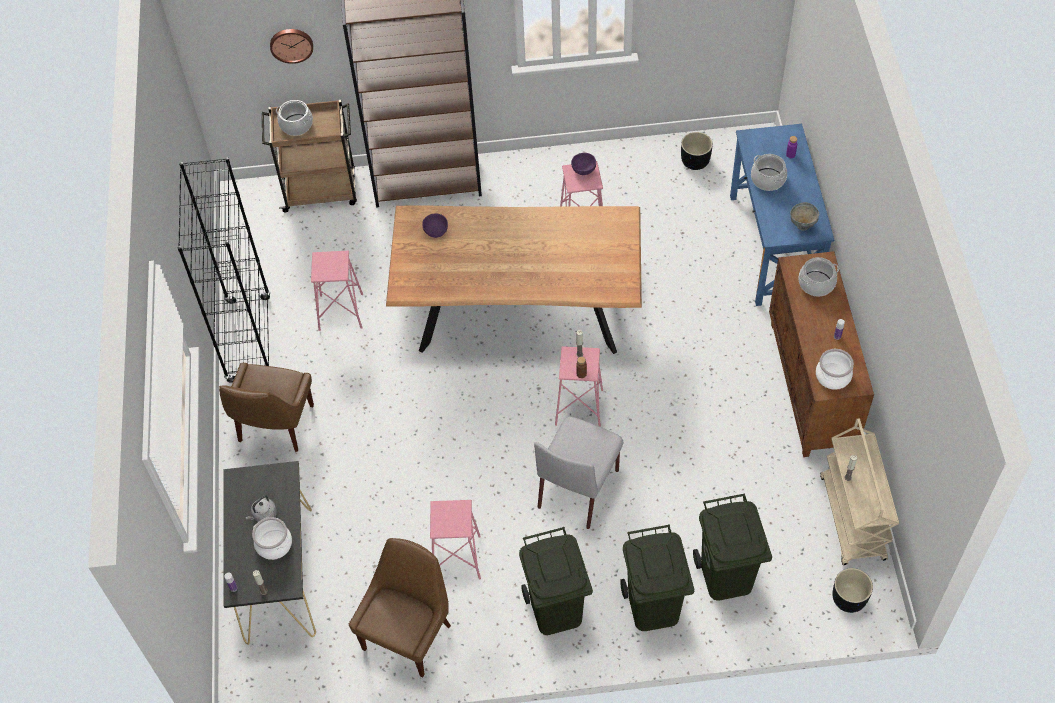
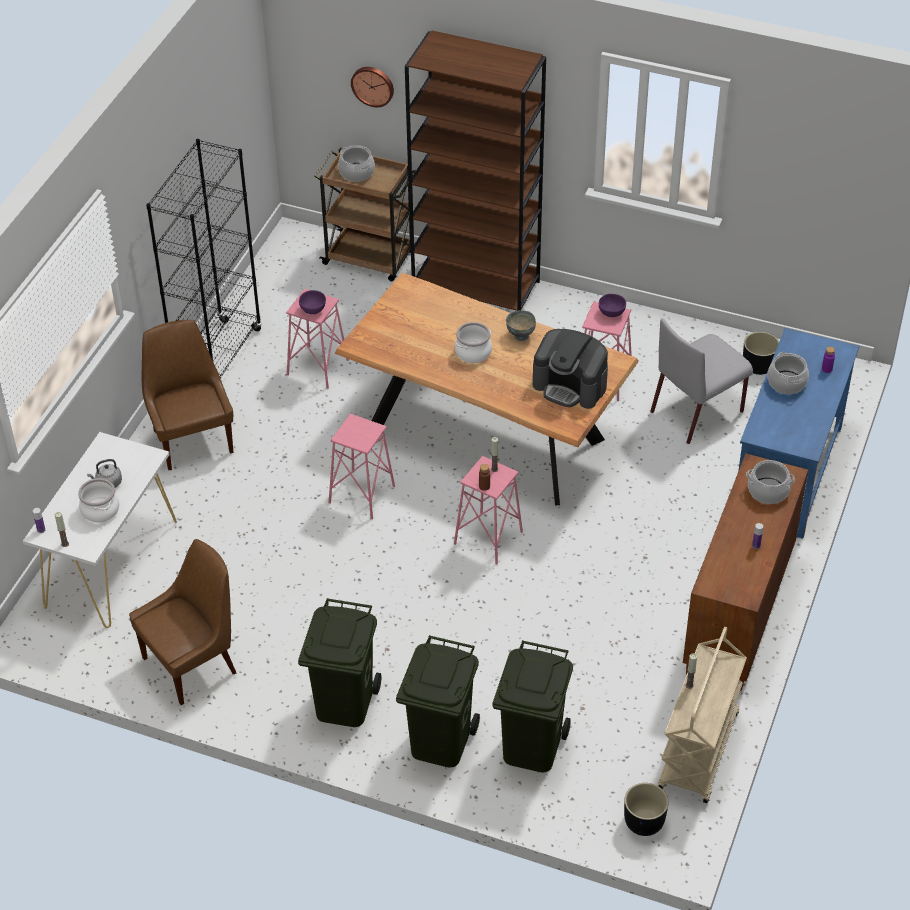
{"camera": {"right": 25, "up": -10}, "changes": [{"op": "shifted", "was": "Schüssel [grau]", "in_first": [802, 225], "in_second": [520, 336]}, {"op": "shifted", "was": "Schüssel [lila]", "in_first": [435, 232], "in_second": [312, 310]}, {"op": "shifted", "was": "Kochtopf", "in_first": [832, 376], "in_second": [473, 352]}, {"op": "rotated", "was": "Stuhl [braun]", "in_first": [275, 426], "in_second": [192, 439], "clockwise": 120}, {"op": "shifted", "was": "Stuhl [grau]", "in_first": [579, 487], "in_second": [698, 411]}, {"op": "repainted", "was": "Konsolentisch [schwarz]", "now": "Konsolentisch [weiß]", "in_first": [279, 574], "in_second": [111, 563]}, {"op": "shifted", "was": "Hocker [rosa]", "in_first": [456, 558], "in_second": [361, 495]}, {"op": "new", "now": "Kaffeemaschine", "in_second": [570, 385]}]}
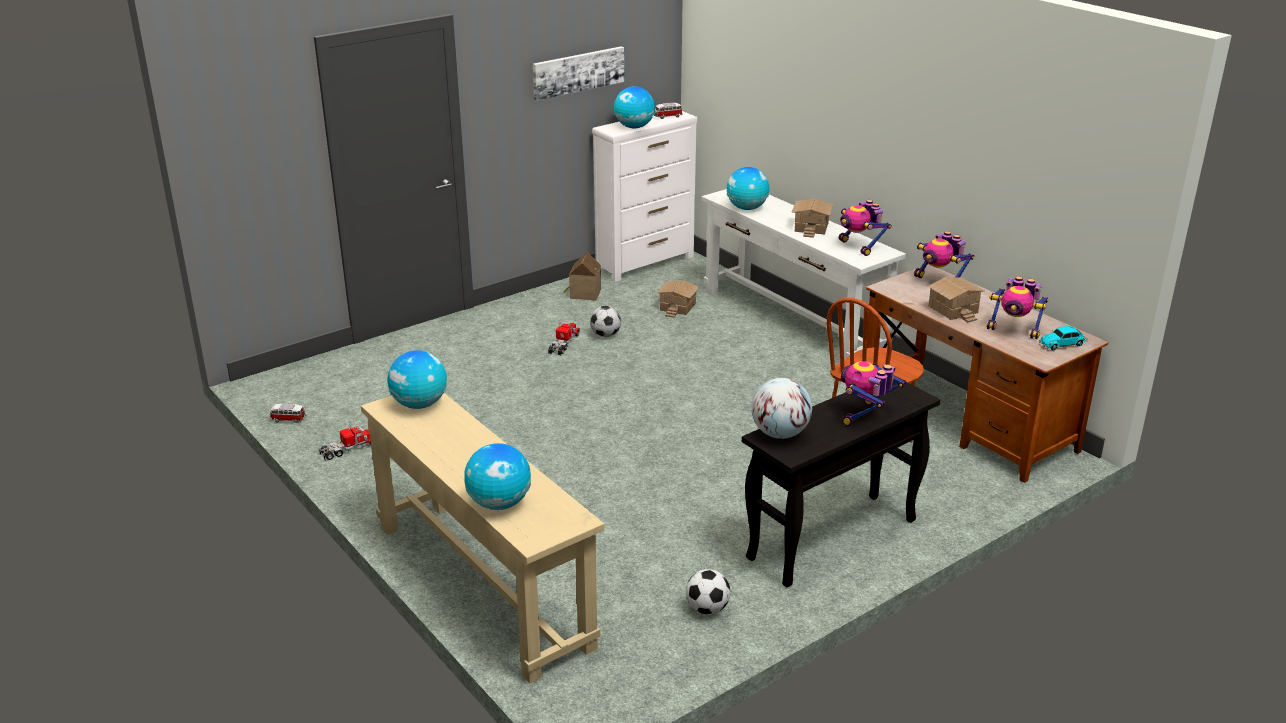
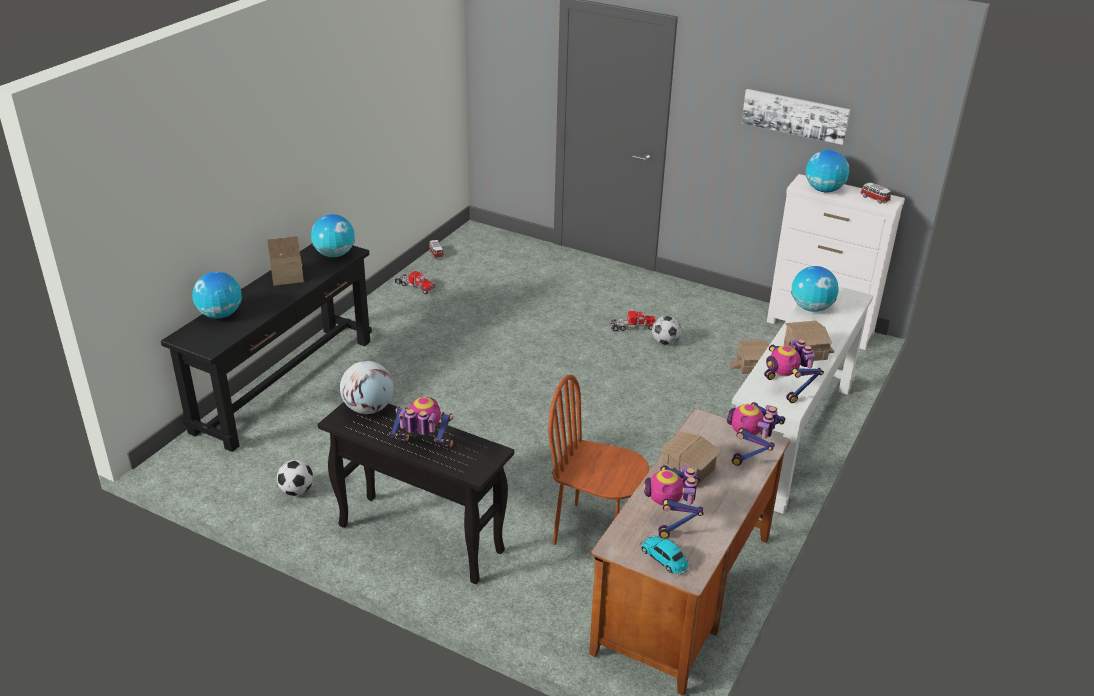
{"camera": {"right": 65, "up": 5}, "changes": [{"op": "rotated", "was": "Spielzeugroboter", "in_first": [859, 247], "in_second": [786, 388], "clockwise": -60}, {"op": "shifted", "was": "Spielzeughaus", "in_first": [583, 294], "in_second": [286, 275]}, {"op": "repainted", "was": "Konsolentisch [beige]", "now": "Konsolentisch [schwarz]", "in_first": [482, 584], "in_second": [285, 385]}]}
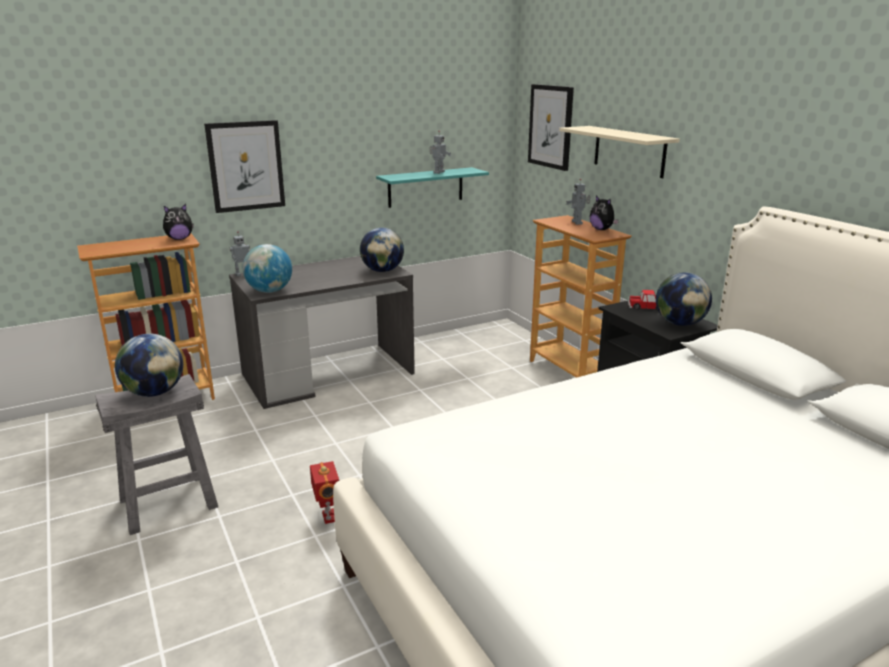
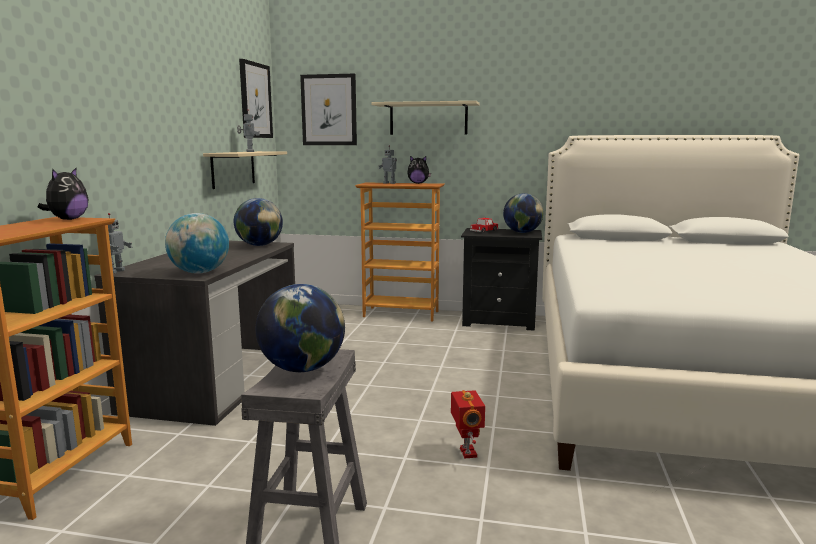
{"camera": {"right": -50, "up": -10}, "changes": [{"op": "shifted", "was": "Bild", "in_first": [246, 166], "in_second": [255, 100]}, {"op": "repainted", "was": "Wandregal [türkis]", "now": "Wandregal [beige]", "in_first": [425, 187], "in_second": [233, 169]}, {"op": "rotated", "was": "Spielzeugroboter", "in_first": [328, 517], "in_second": [466, 452], "clockwise": 60}]}
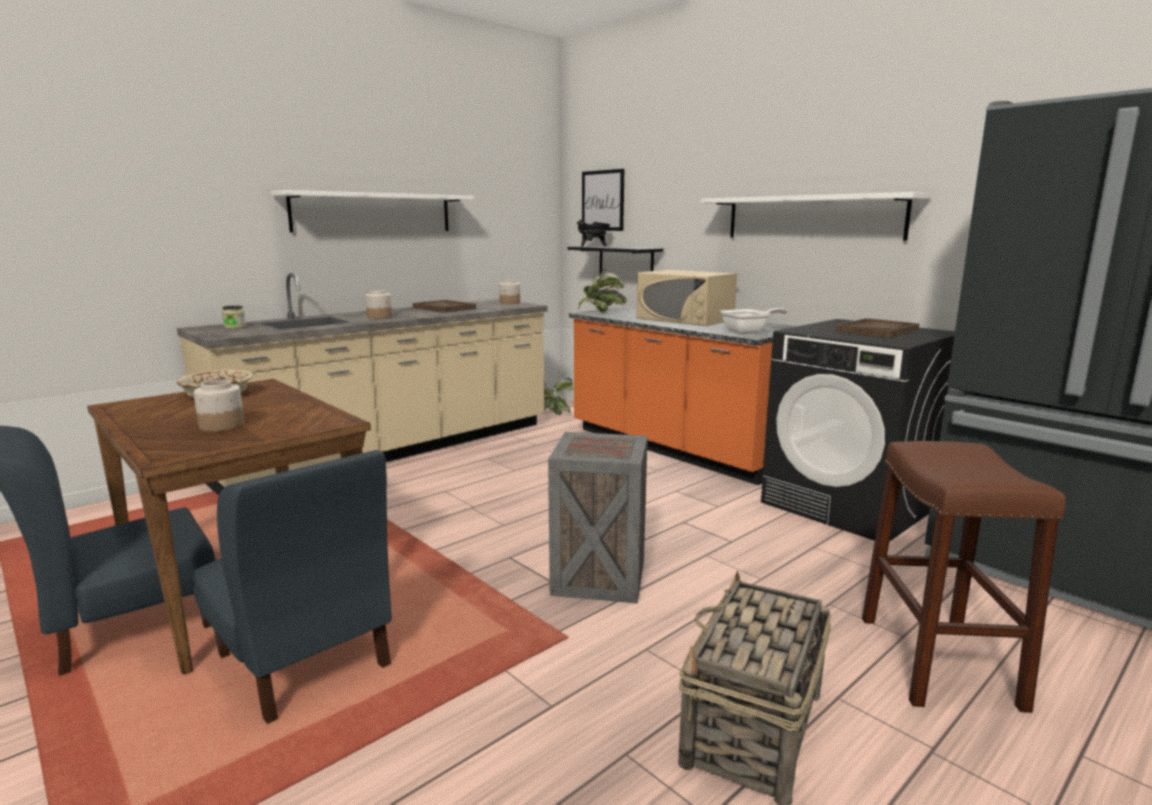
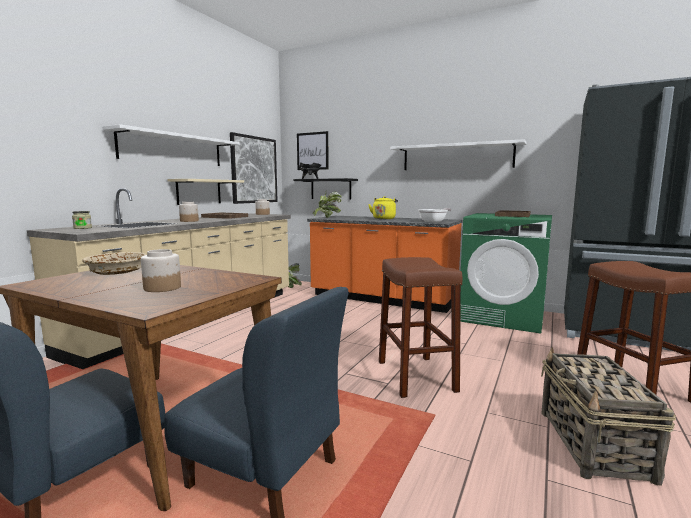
{"camera": {"right": -20, "up": -5}, "changes": [{"op": "swapped", "was": "Mikrowelle [beige]", "now": "Wasserkessel [gelb]", "in_first": [685, 319], "in_second": [384, 218]}, {"op": "repainted", "was": "Waschmaschine [schwarz]", "now": "Waschmaschine [grün]", "in_first": [849, 505], "in_second": [503, 317]}, {"op": "swapped", "was": "Kiste", "now": "Hocker [braun]", "in_first": [600, 578], "in_second": [416, 376]}, {"op": "new", "now": "Bild", "in_second": [254, 170]}, {"op": "new", "now": "Wandregal [beige]", "in_second": [199, 192]}]}
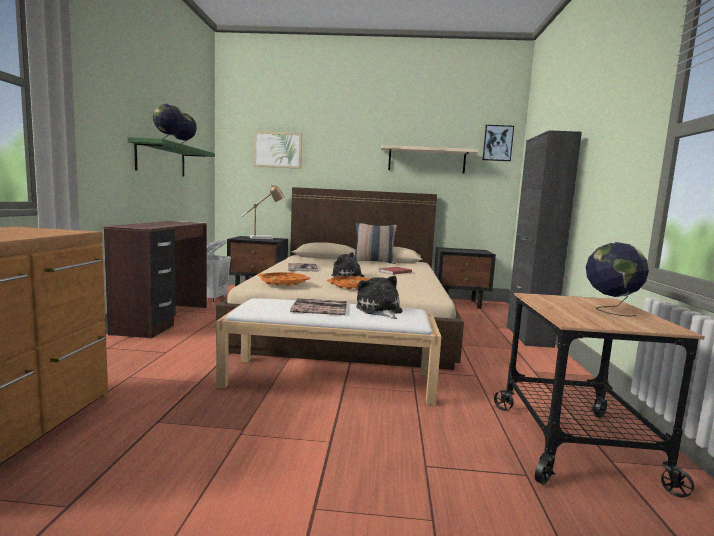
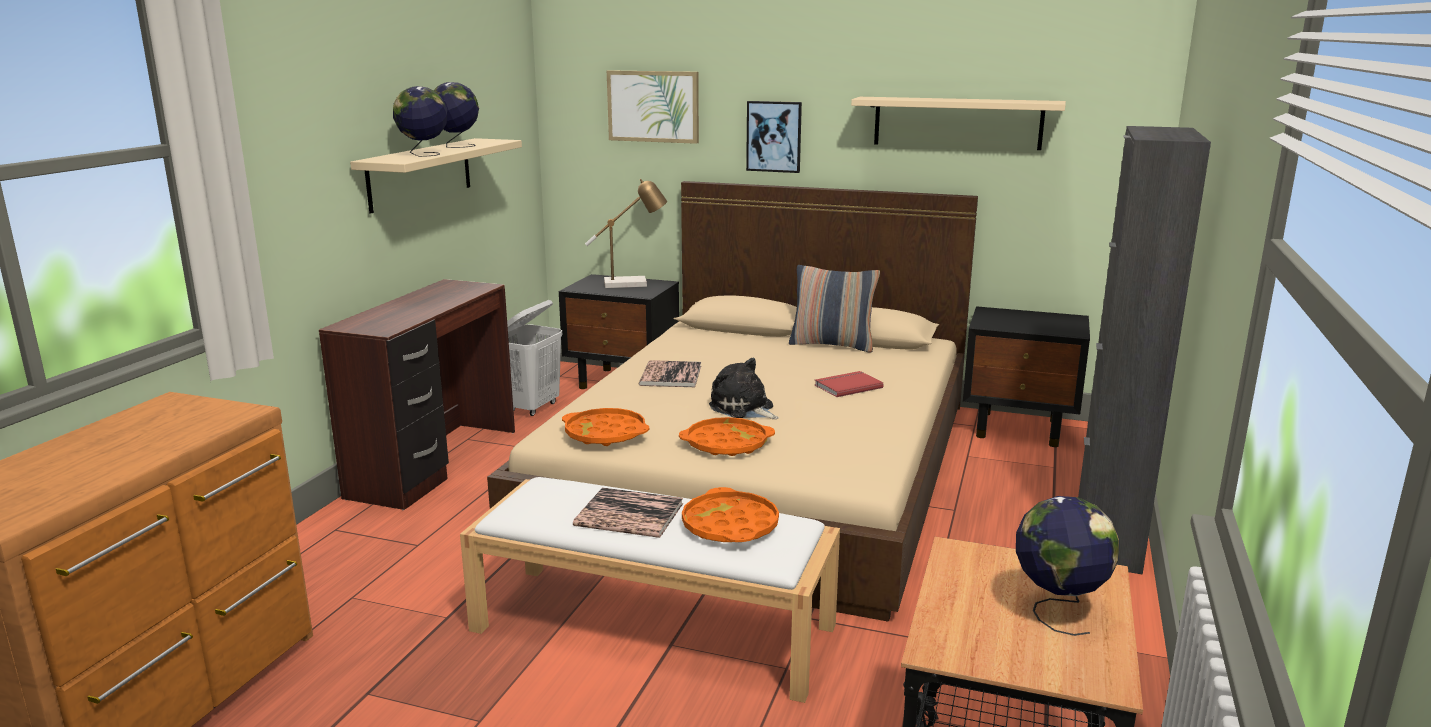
{"camera": {"right": 15, "up": 10}, "changes": [{"op": "shifted", "was": "Bild", "in_first": [497, 143], "in_second": [774, 136]}, {"op": "repainted", "was": "Wandregal [grün]", "now": "Wandregal [beige]", "in_first": [161, 159], "in_second": [420, 174]}, {"op": "swapped", "was": "Plüschtier", "now": "Tablett [orange]", "in_first": [379, 310], "in_second": [730, 525]}]}
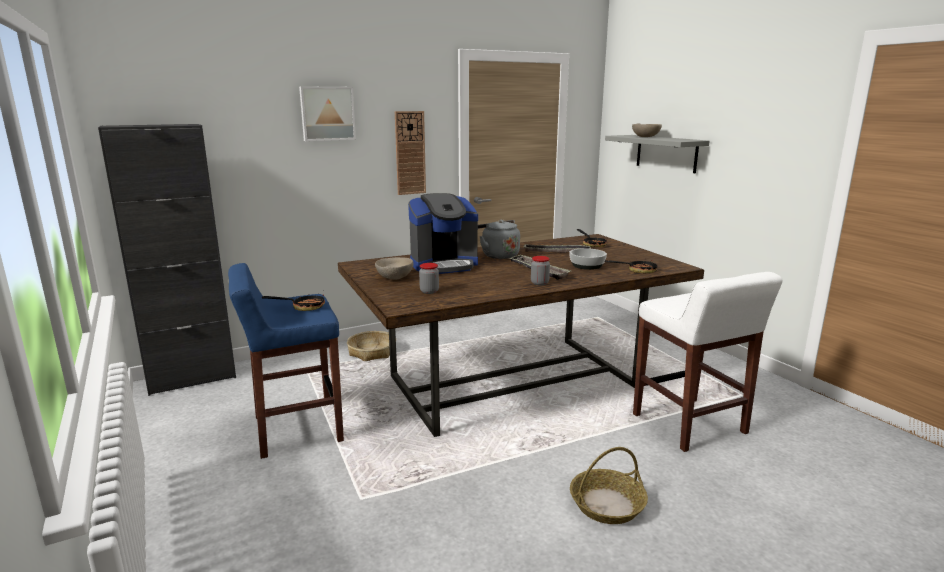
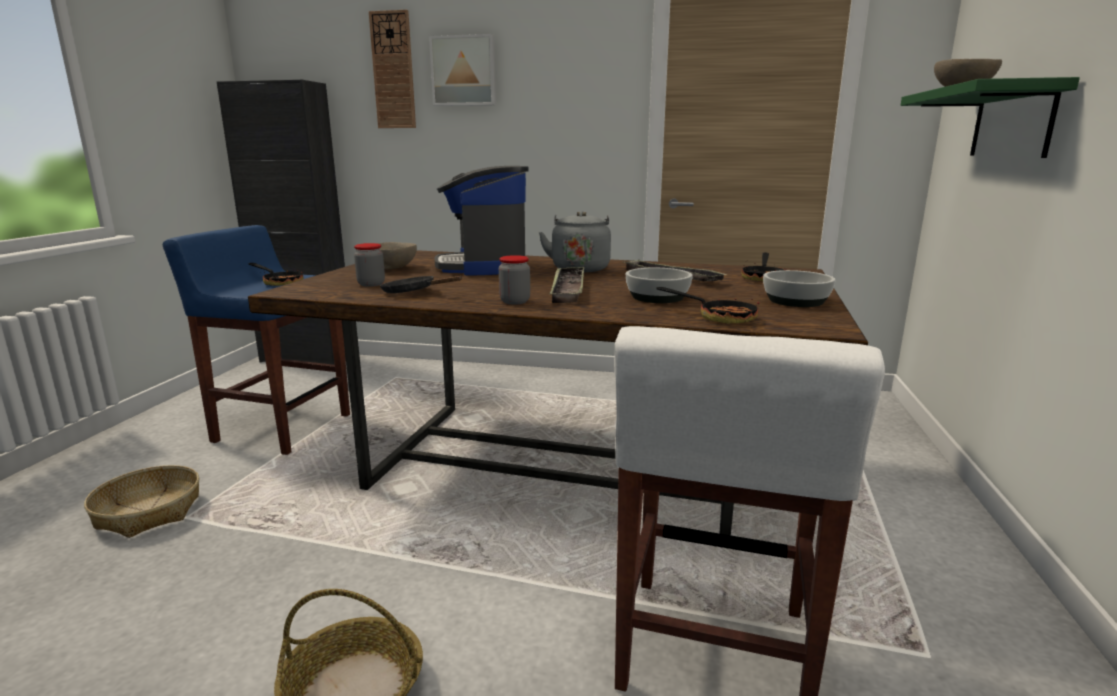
{"camera": {"right": 40, "up": 0}, "changes": [{"op": "shifted", "was": "Wanduhr", "in_first": [410, 153], "in_second": [393, 71]}, {"op": "repainted", "was": "Wandregal [grau]", "now": "Wandregal [grün]", "in_first": [666, 153], "in_second": [1011, 122]}, {"op": "rotated", "was": "Kaffeemaschine", "in_first": [444, 265], "in_second": [483, 266], "clockwise": 60}, {"op": "shifted", "was": "Korb", "in_first": [372, 352], "in_second": [149, 512]}, {"op": "new", "now": "Schüssel", "in_second": [796, 301]}, {"op": "new", "now": "Pfanne [schwarz]", "in_second": [413, 292]}]}
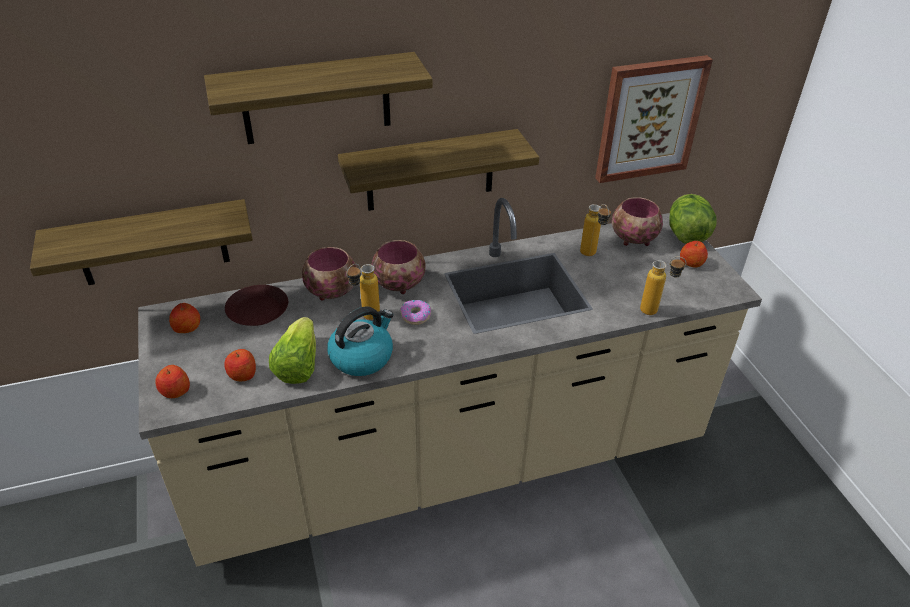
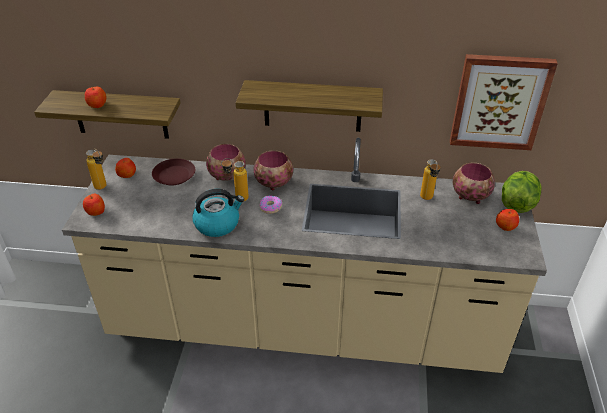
{"camera": {"right": 25, "up": 0}, "changes": [{"op": "gone", "was": "Wandregal", "in_first": [316, 99]}, {"op": "shifted", "was": "Flasche", "in_first": [656, 311], "in_second": [103, 188]}, {"op": "gone", "was": "Salatkopf", "in_first": [298, 365]}, {"op": "shifted", "was": "Apfel", "in_first": [242, 374], "in_second": [97, 105]}]}
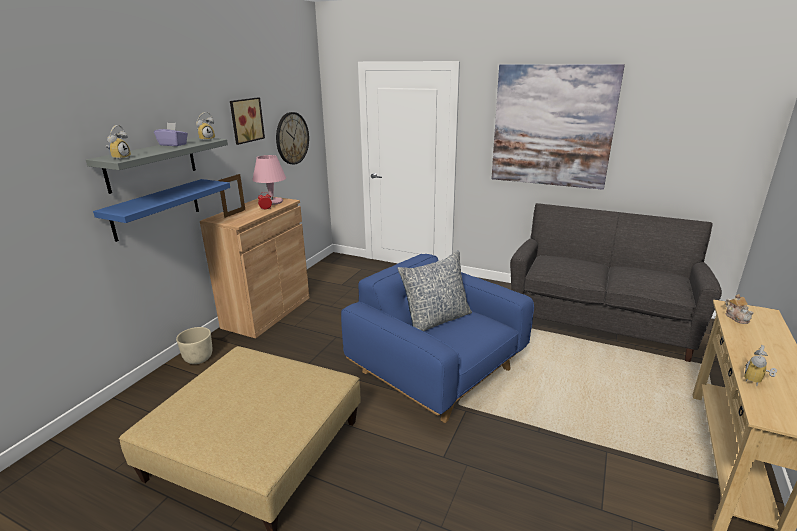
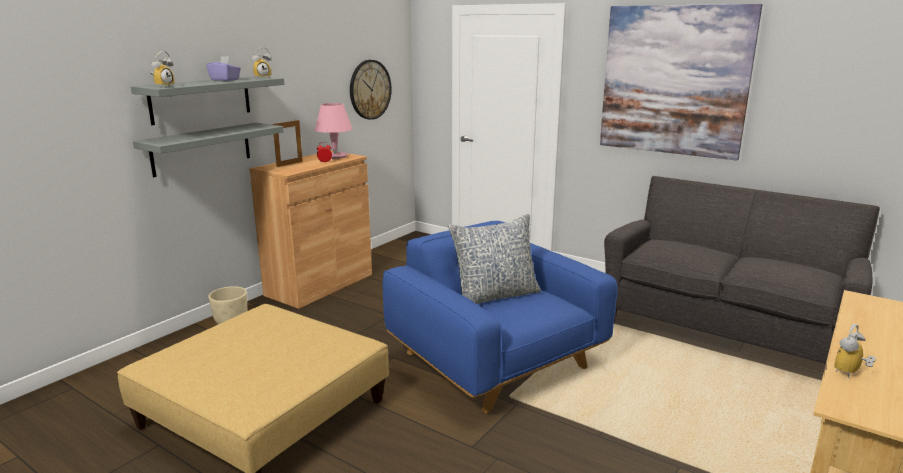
{"camera": {"right": 10, "up": -5}, "changes": [{"op": "gone", "was": "Bild", "in_first": [245, 120]}, {"op": "repainted", "was": "Wandregal [blau]", "now": "Wandregal [grau]", "in_first": [156, 209], "in_second": [202, 149]}, {"op": "gone", "was": "Teekanne", "in_first": [737, 317]}]}
